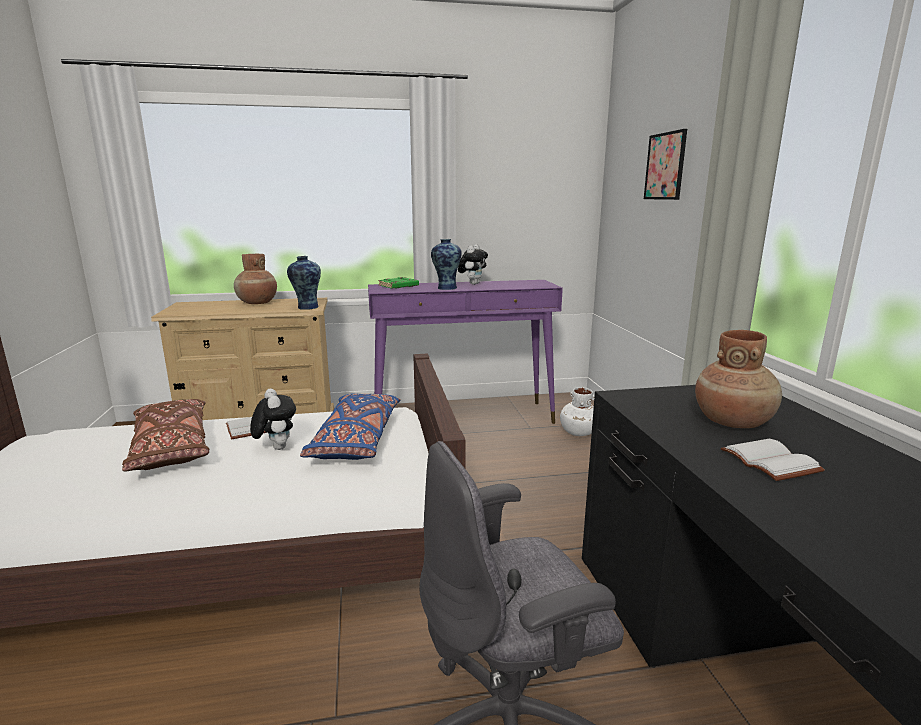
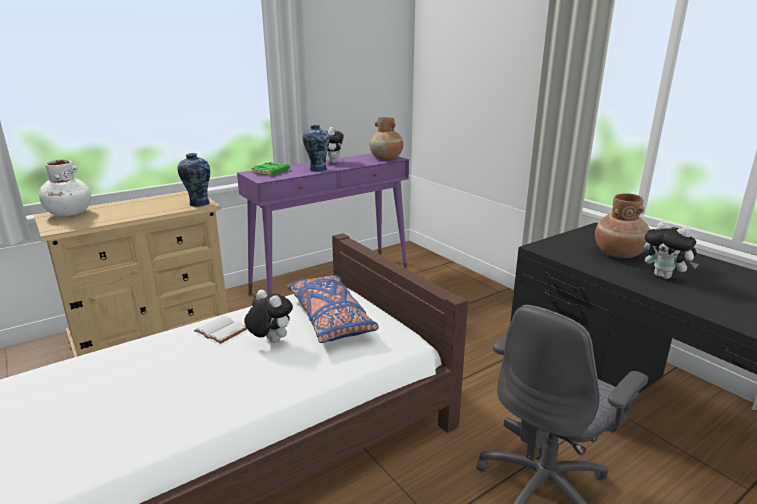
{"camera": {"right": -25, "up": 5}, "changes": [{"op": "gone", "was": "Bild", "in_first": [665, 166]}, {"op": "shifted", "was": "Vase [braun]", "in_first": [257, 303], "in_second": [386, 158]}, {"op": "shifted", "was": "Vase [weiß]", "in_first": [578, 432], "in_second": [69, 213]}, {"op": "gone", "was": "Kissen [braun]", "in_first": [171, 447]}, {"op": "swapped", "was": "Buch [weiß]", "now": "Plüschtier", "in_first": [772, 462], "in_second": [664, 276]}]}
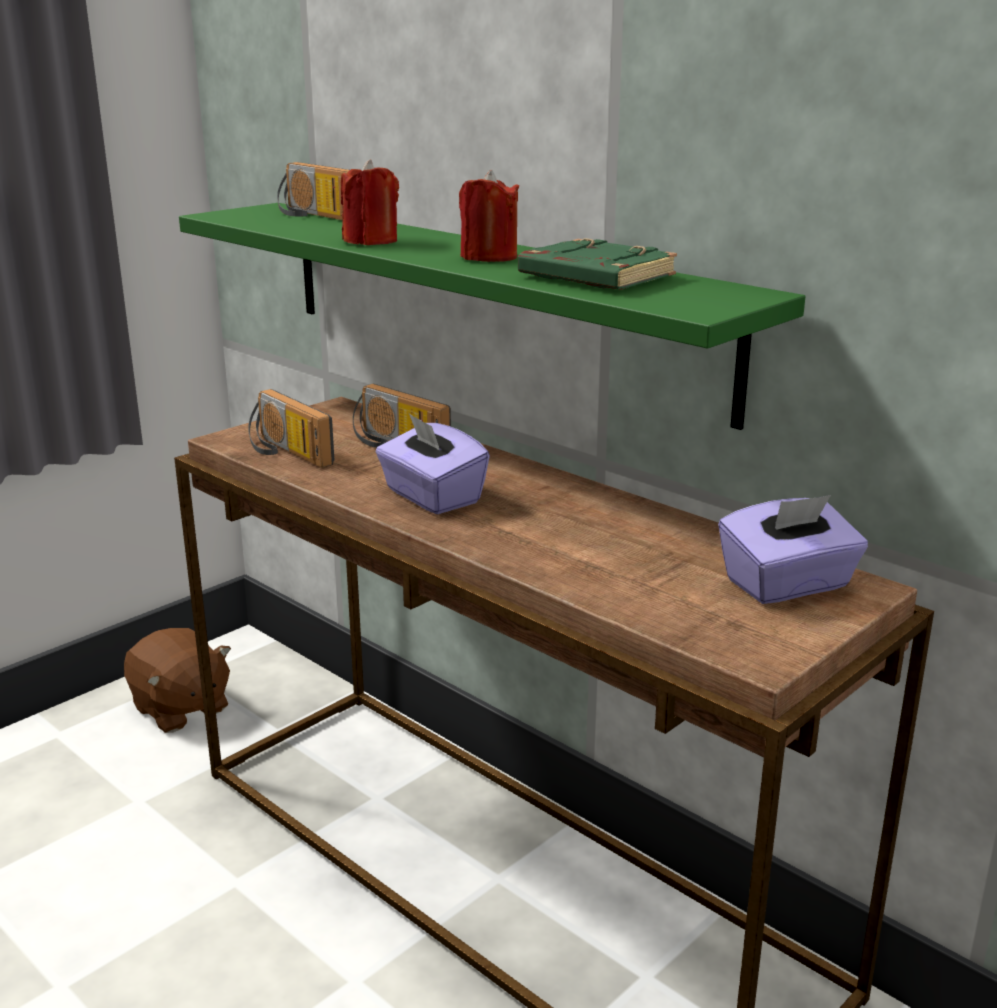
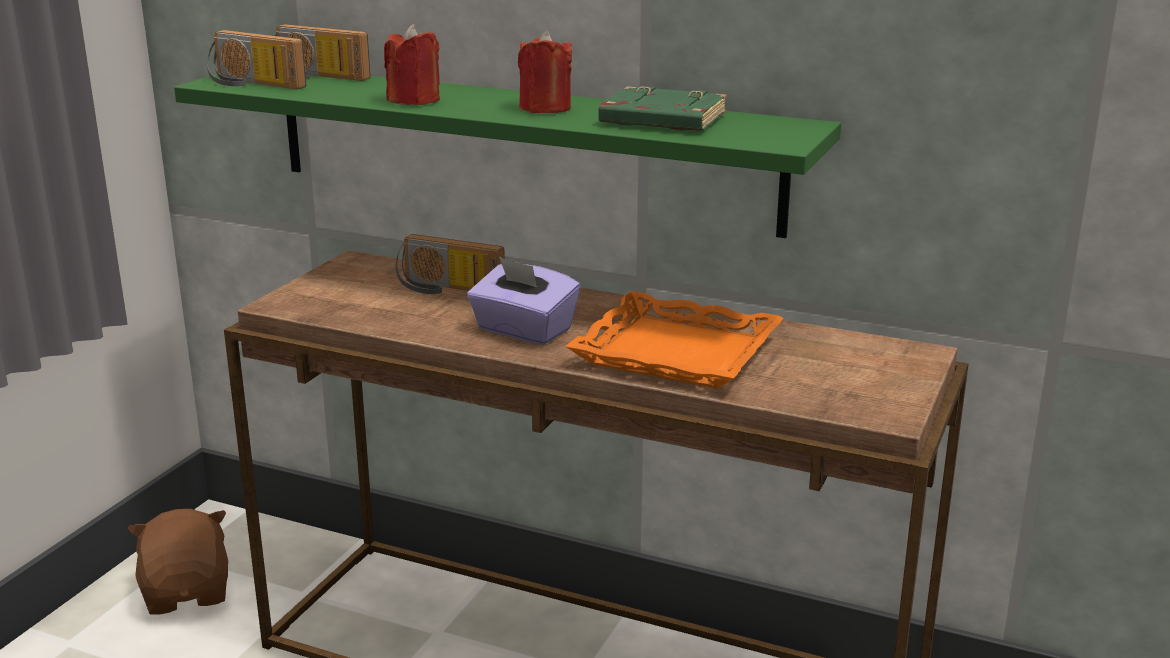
{"camera": {"right": -20, "up": 0}, "changes": [{"op": "shifted", "was": "Radio", "in_first": [285, 452], "in_second": [252, 84]}, {"op": "gone", "was": "Taschentuchbox [lila]", "in_first": [788, 585]}, {"op": "rotated", "was": "Plüschtier [braun]", "in_first": [180, 709], "in_second": [188, 593], "clockwise": -135}, {"op": "new", "now": "Tablett [orange]", "in_second": [677, 352]}]}
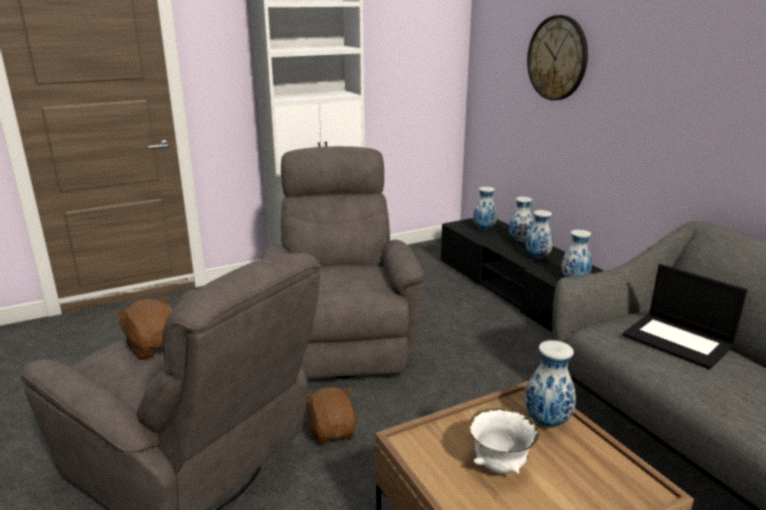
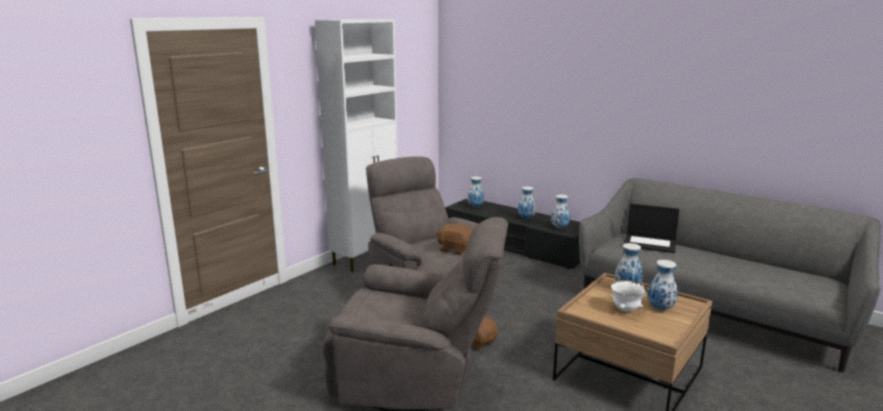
{"camera": {"right": -25, "up": -5}, "changes": [{"op": "gone", "was": "Wanduhr", "in_first": [557, 58]}, {"op": "shifted", "was": "Vase", "in_first": [520, 240], "in_second": [661, 308]}, {"op": "shifted", "was": "Plüschtier [braun]", "in_first": [155, 346], "in_second": [455, 249]}]}
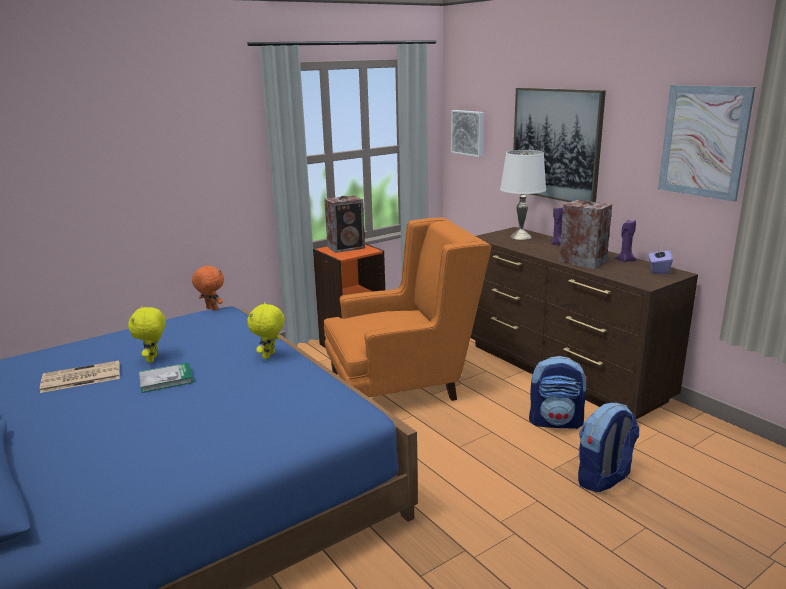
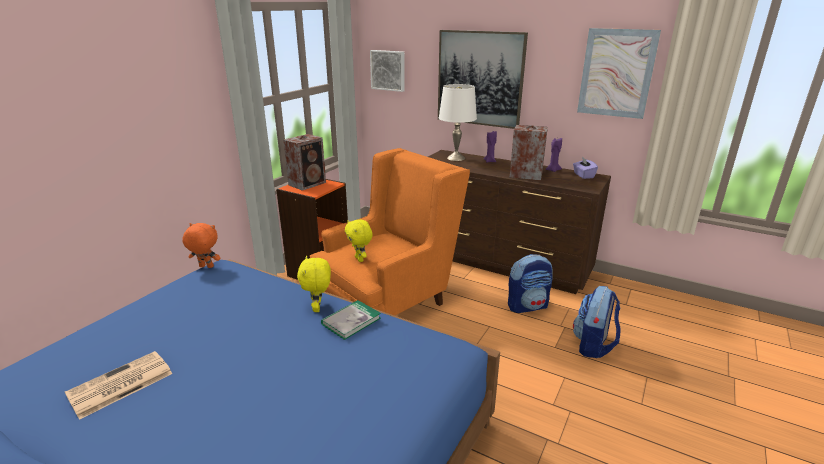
{"camera": {"right": -25, "up": 5}, "changes": [{"op": "shifted", "was": "Plüschtier [gelb]", "in_first": [153, 359], "in_second": [360, 259]}, {"op": "shifted", "was": "Buch", "in_first": [166, 379], "in_second": [351, 321]}]}
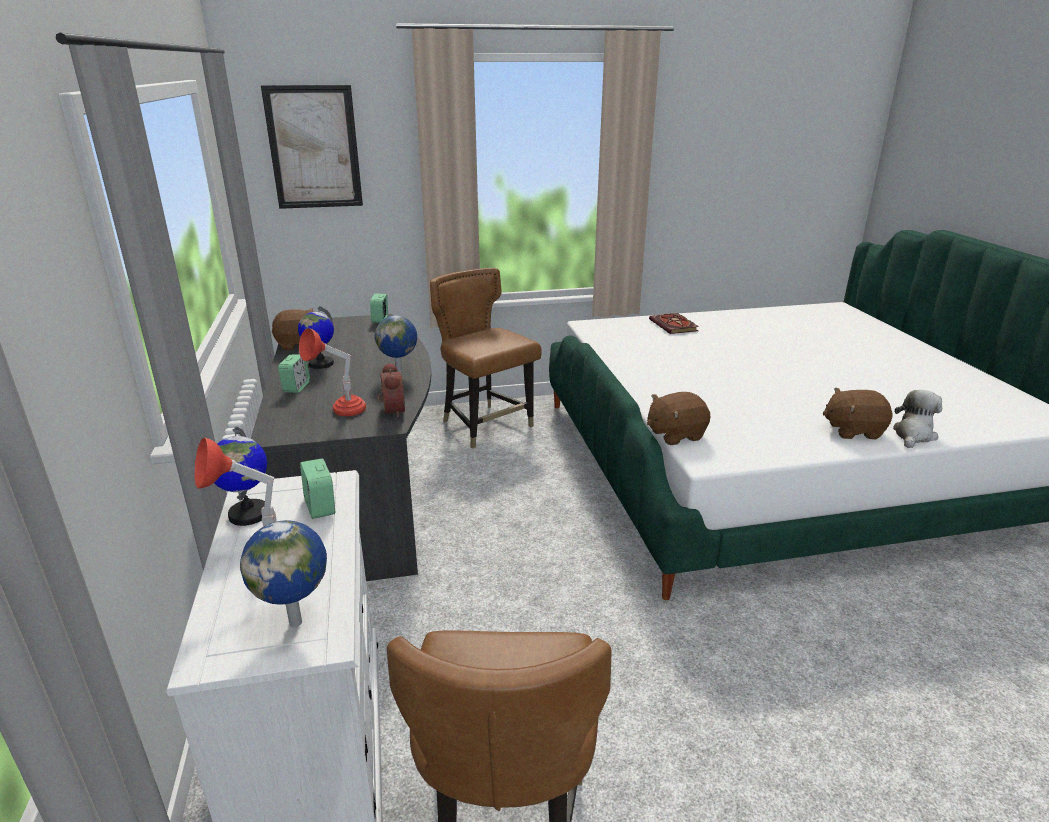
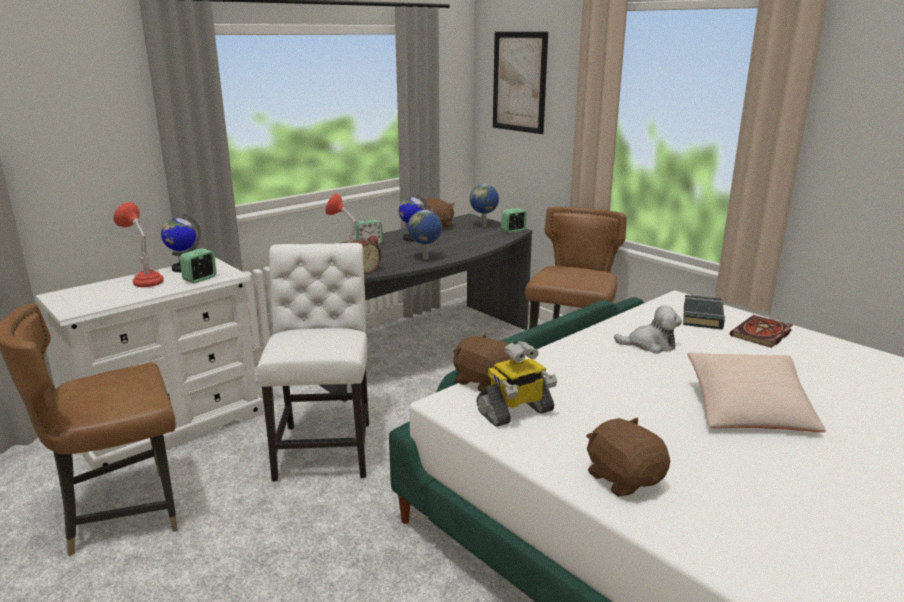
{"camera": {"right": 60, "up": -5}, "changes": [{"op": "shifted", "was": "Plüschtier", "in_first": [913, 435], "in_second": [650, 345]}, {"op": "shifted", "was": "Globus", "in_first": [297, 621], "in_second": [484, 226]}, {"op": "new", "now": "Stuhl [weiß]", "in_second": [325, 447]}, {"op": "new", "now": "Buch [schwarz]", "in_second": [702, 316]}, {"op": "new", "now": "Spielzeugroboter", "in_second": [515, 412]}, {"op": "new", "now": "Kissen [beige]", "in_second": [748, 409]}]}
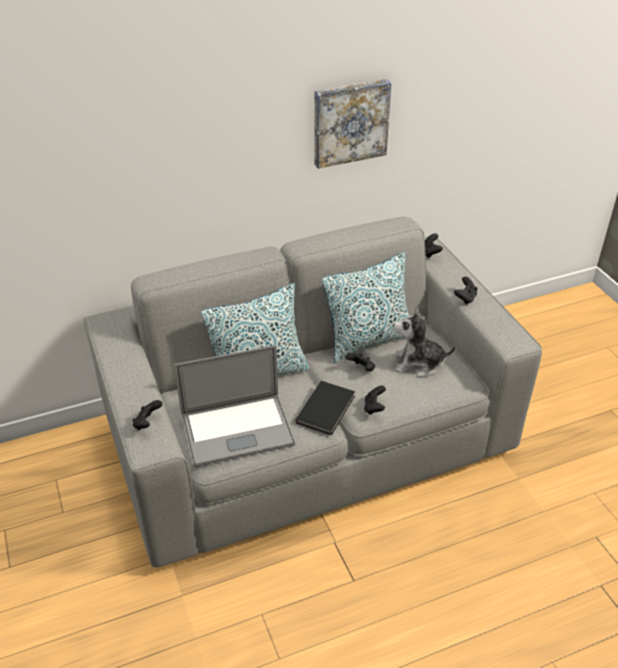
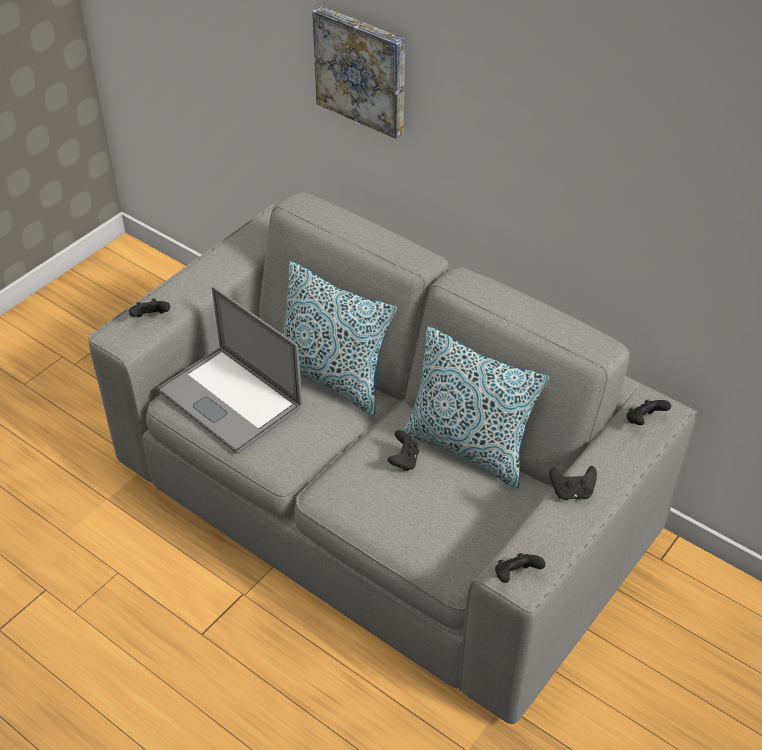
{"camera": {"right": 60, "up": 5}, "changes": [{"op": "shifted", "was": "Bild", "in_first": [350, 122], "in_second": [362, 70]}, {"op": "gone", "was": "Plüschtier", "in_first": [418, 364]}, {"op": "gone", "was": "Buch [schwarz]", "in_first": [327, 409]}, {"op": "shifted", "was": "Gamepad [schwarz]", "in_first": [374, 408], "in_second": [515, 576]}]}
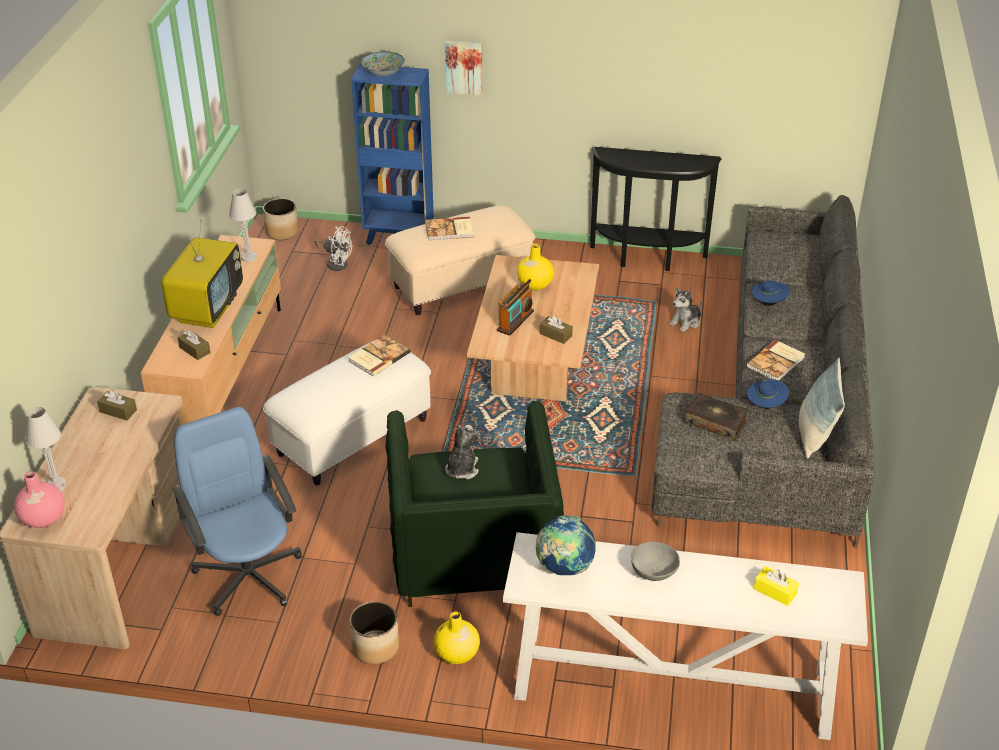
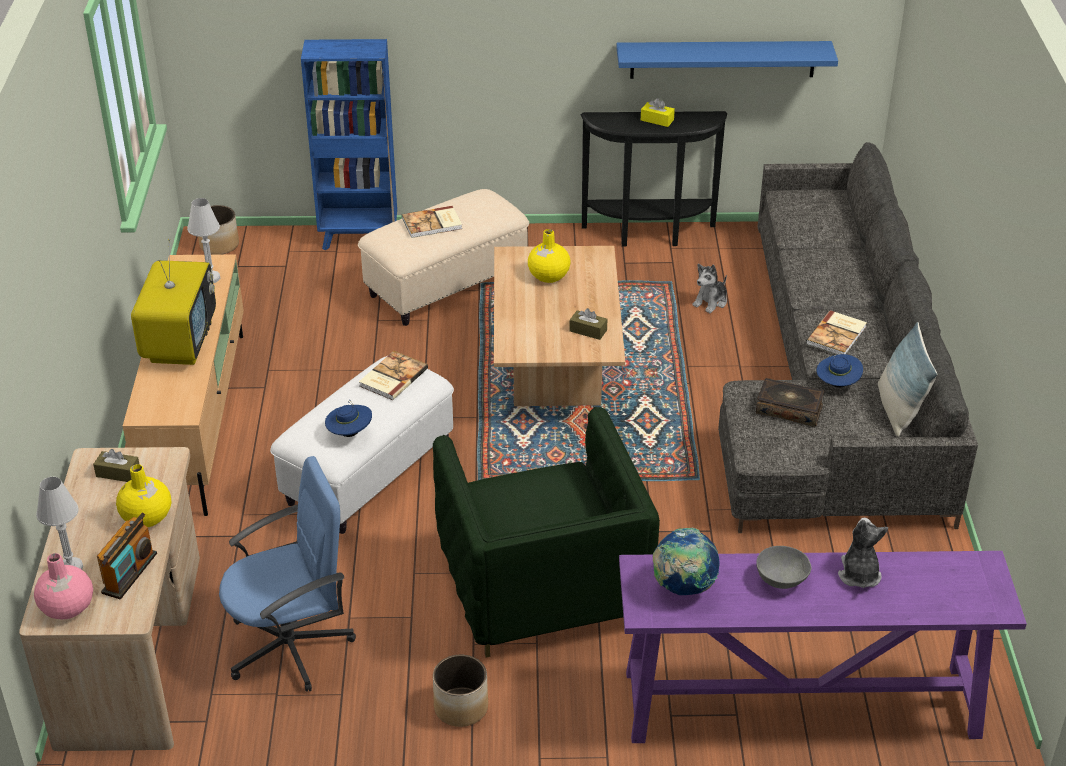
{"camera": {"right": -10, "up": 0}, "changes": [{"op": "gone", "was": "Bild", "in_first": [464, 67]}, {"op": "gone", "was": "Schüssel", "in_first": [383, 73]}, {"op": "gone", "was": "Ventilator [weiß]", "in_first": [336, 262]}, {"op": "shifted", "was": "Hut [blau]", "in_first": [768, 303], "in_second": [349, 433]}, {"op": "shifted", "was": "Radio", "in_first": [515, 321], "in_second": [130, 573]}, {"op": "gone", "was": "Taschentuchbox [braun]", "in_first": [194, 350]}, {"op": "rotated", "was": "Bürostuhl [blau]", "in_first": [248, 575], "in_second": [291, 645], "clockwise": 105}, {"op": "shifted", "was": "Plüschtier", "in_first": [462, 469], "in_second": [859, 574]}, {"op": "repainted", "was": "Konsolentisch [weiß]", "now": "Konsolentisch [lila]", "in_first": [670, 686], "in_second": [798, 705]}, {"op": "shifted", "was": "Taschentuchbox [gelb]", "in_first": [775, 591], "in_second": [657, 120]}, {"op": "shifted", "was": "Vase [gelb]", "in_first": [456, 653], "in_second": [146, 517]}, {"op": "new", "now": "Wandregal [blau]", "in_second": [722, 59]}]}
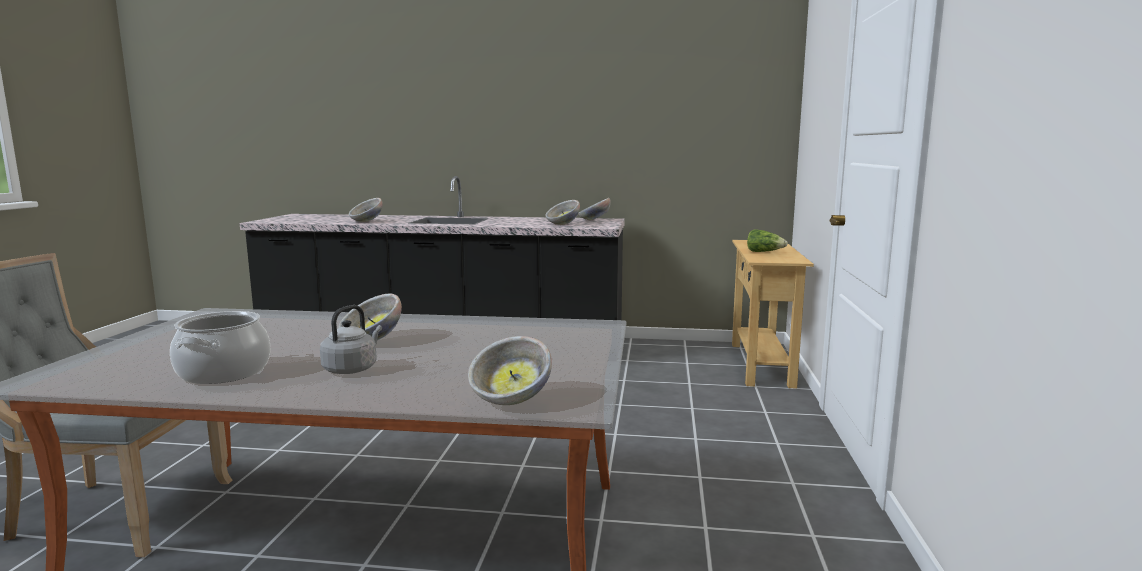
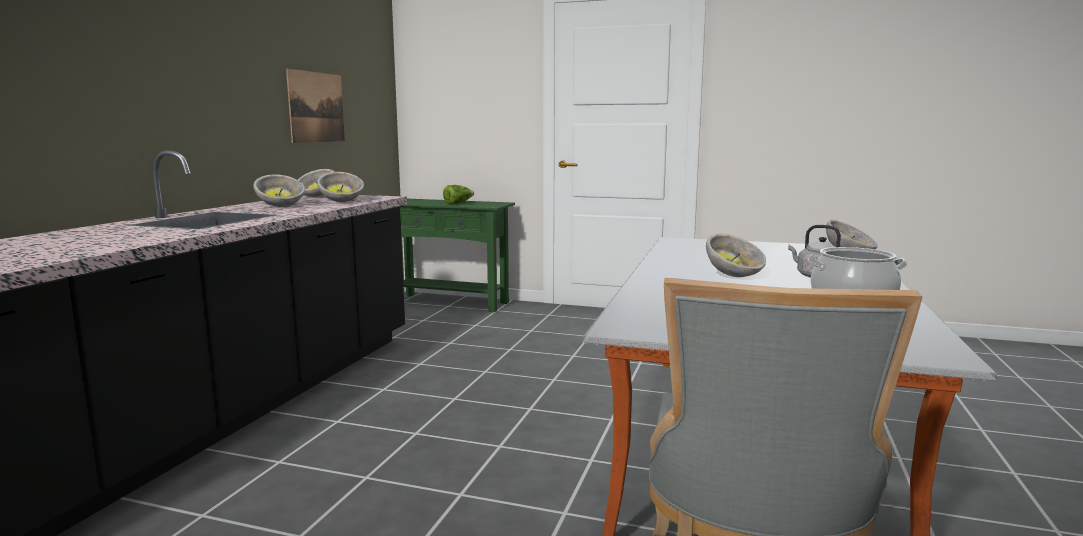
{"camera": {"right": -80, "up": 0}, "changes": [{"op": "shifted", "was": "Schüssel", "in_first": [366, 221], "in_second": [281, 206]}, {"op": "repainted", "was": "Konsolentisch [beige]", "now": "Konsolentisch [grün]", "in_first": [761, 364], "in_second": [449, 302]}, {"op": "new", "now": "Bild", "in_second": [316, 107]}]}
